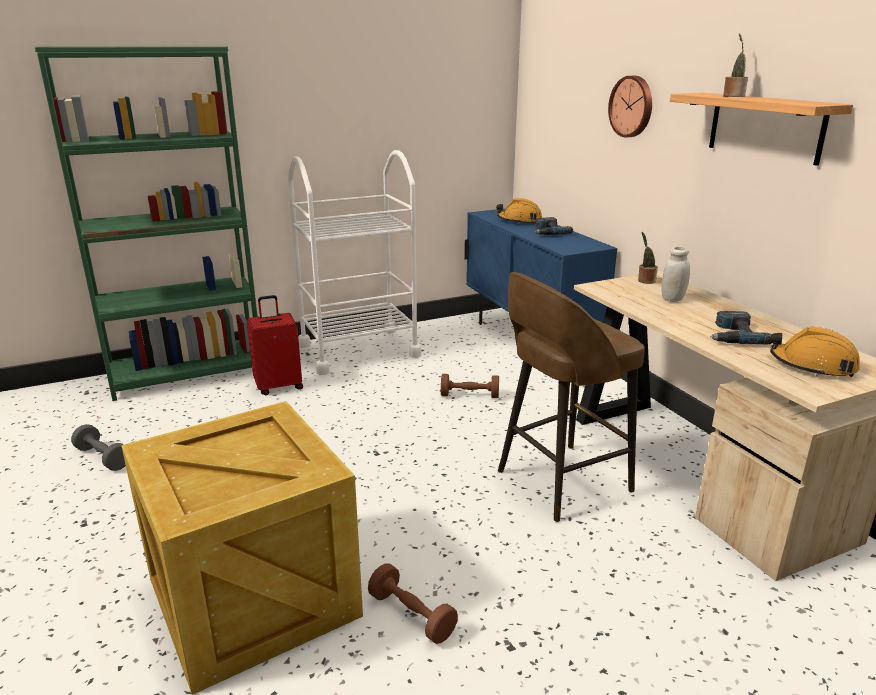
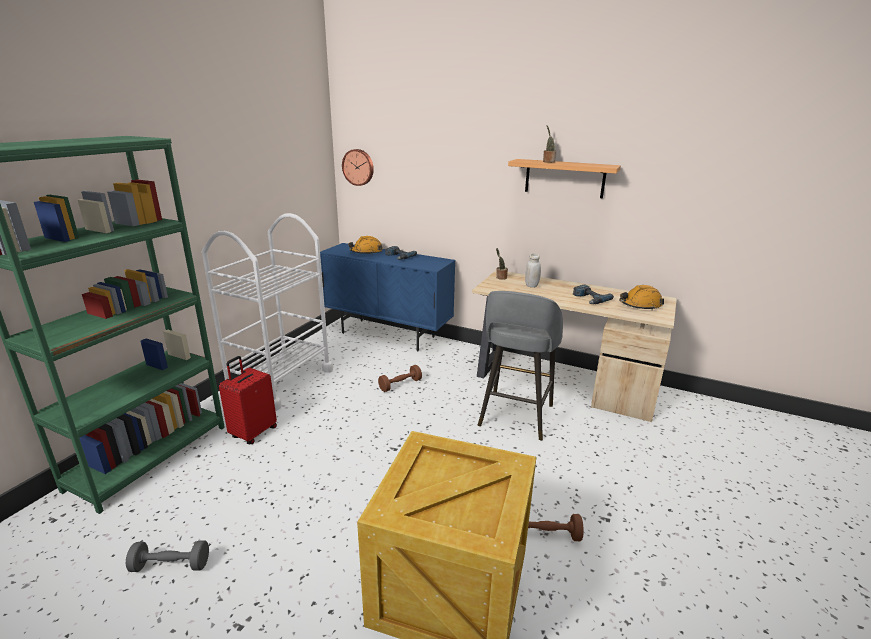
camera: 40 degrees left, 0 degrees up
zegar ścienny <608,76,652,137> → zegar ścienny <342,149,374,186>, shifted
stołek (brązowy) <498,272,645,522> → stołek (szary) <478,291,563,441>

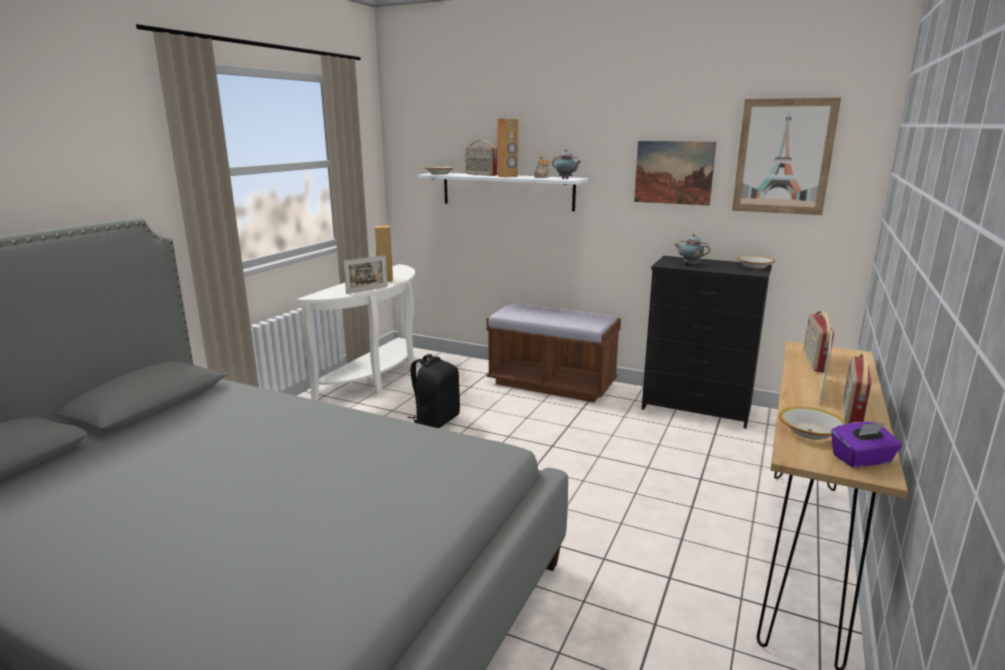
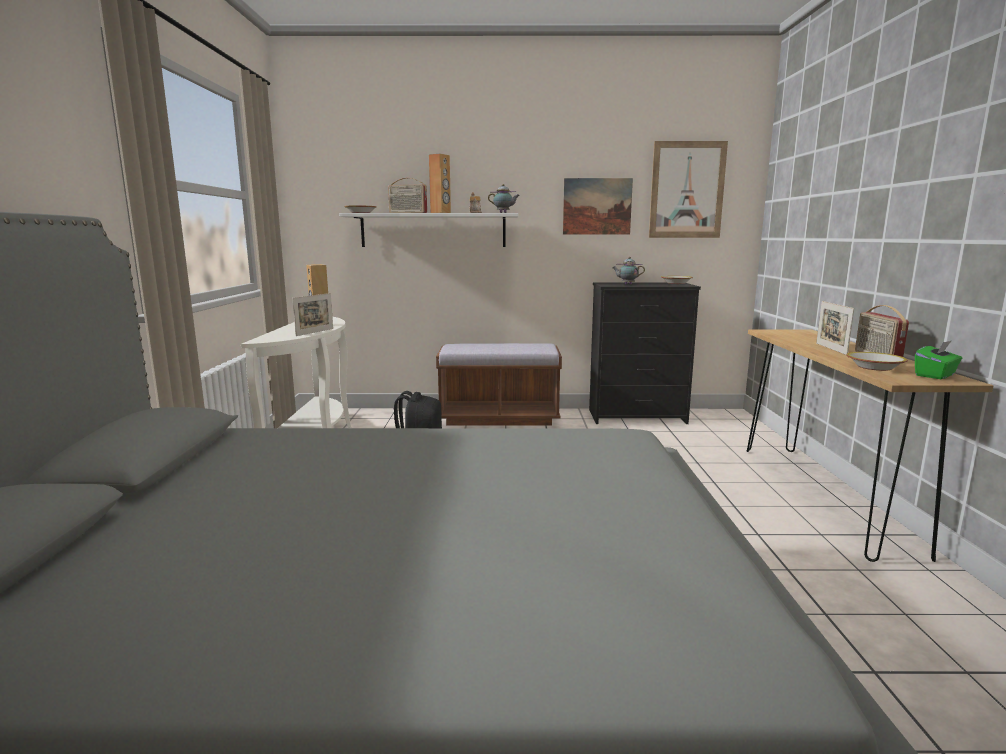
camera: 25 degrees left, 5 degrees down
radio <804,311,834,372> → -
pudełko chusteczek (fioletowy) <831,422,902,467> → pudełko chusteczek (zielony) <915,340,962,379>

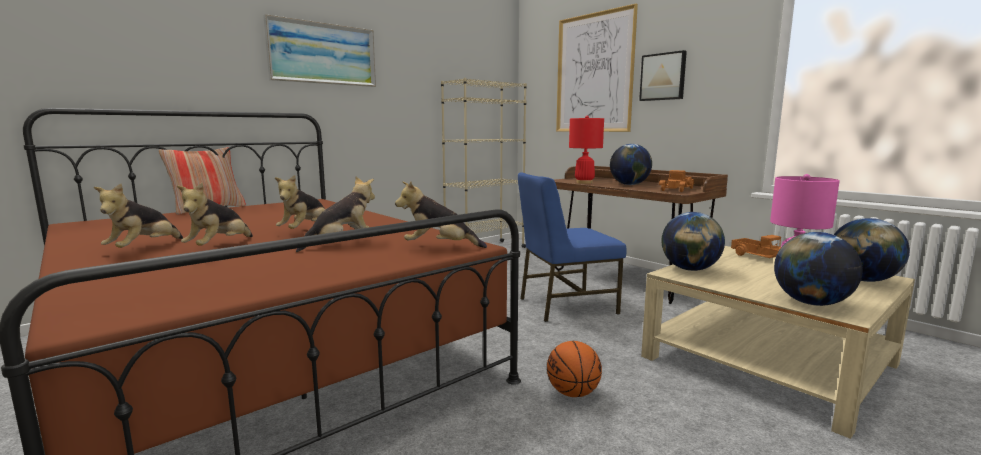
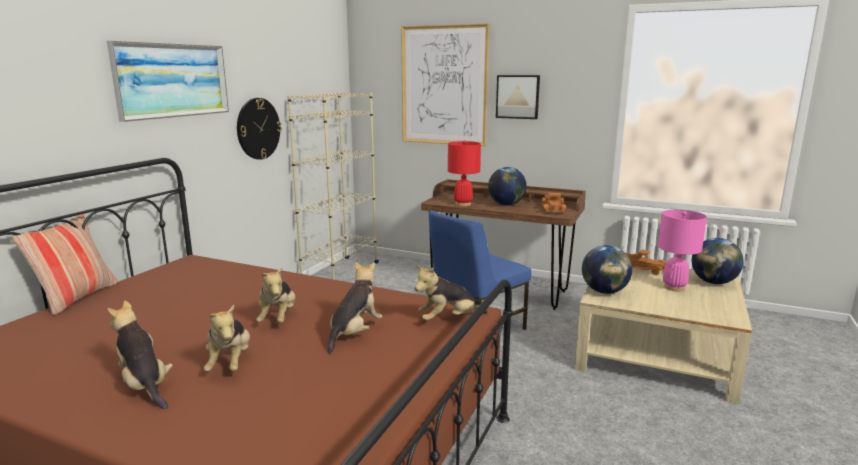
camera: 25 degrees left, 5 degrees up
piłka do koszykówki <547,341,602,397> → -
globus <774,232,863,306> → -
- → zegar ścienny <237,98,282,160>
pluszak <94,184,183,248> → pluszak <108,301,173,409>, 150 degrees clockwise

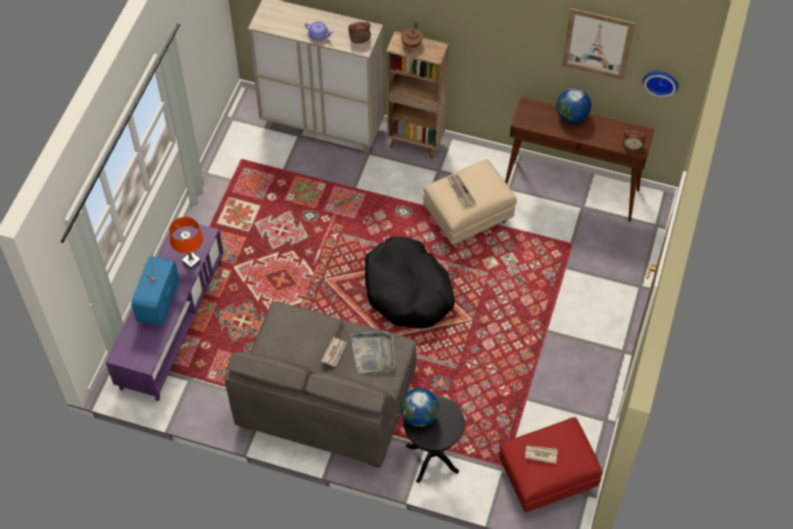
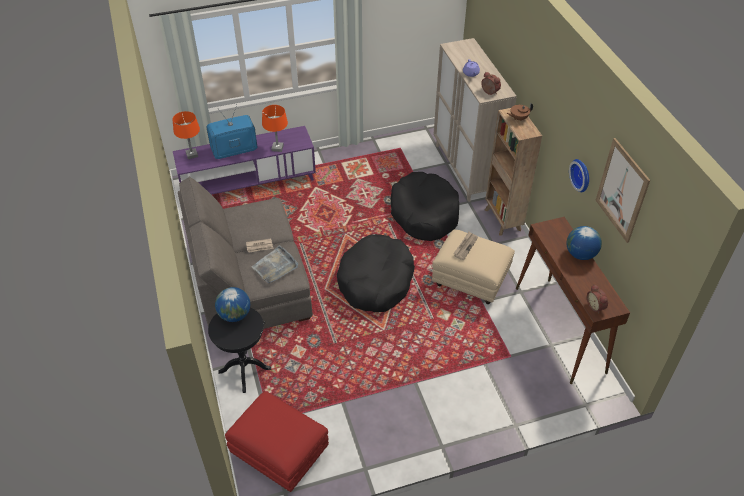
camera: 55 degrees right, 10 degrees down
gazeta <525,446,558,464> → -
- → lampa stołowa (pomarańczowy) <173,111,200,159>
- → legowisko (czarny) <391,172,459,241>
zegar ścienny <643,71,678,98> → zegar ścienny <569,159,589,192>, shifted

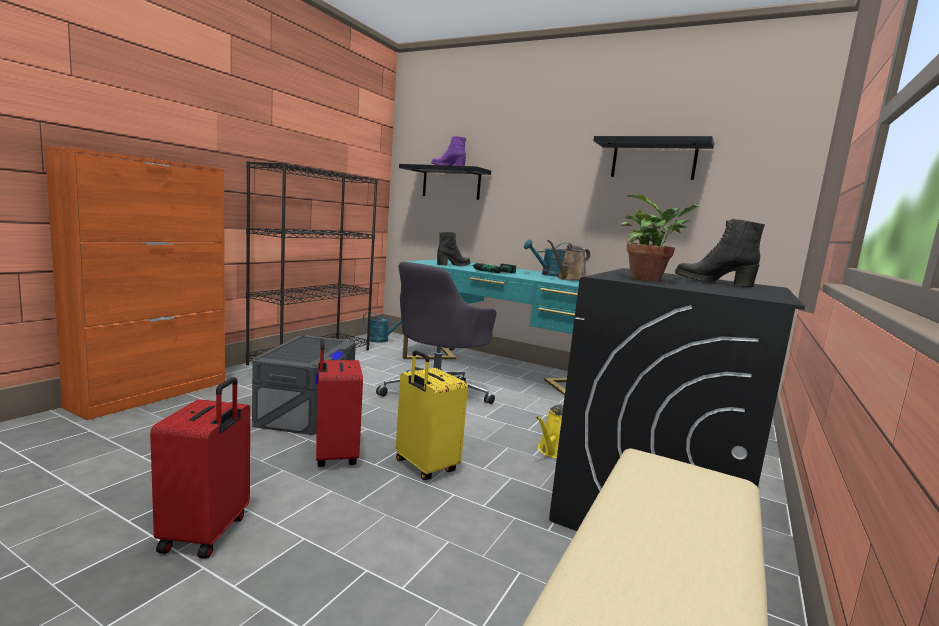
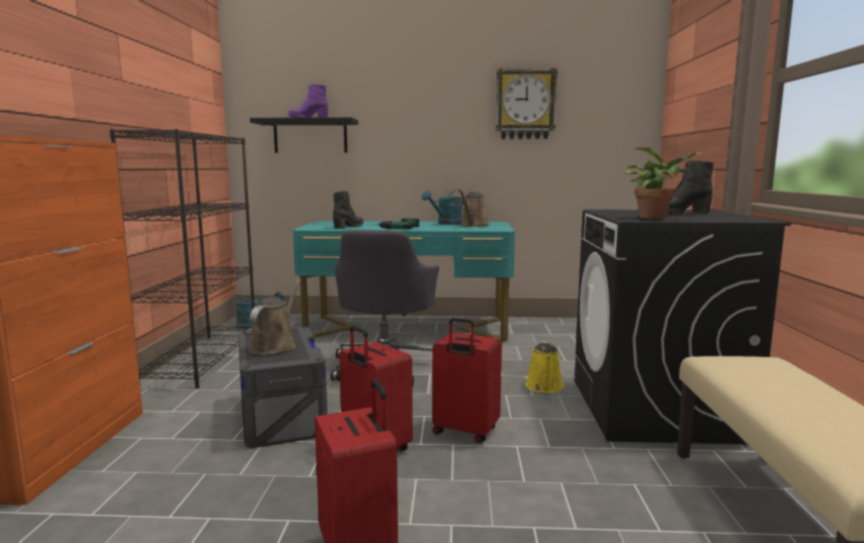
camera: 25 degrees left, 0 degrees up
- → konewka (brązowy) <249,279,301,354>
półka (czarny) <594,136,714,180> → zegar ścienny <495,68,558,139>
walizka (żółty) <396,350,468,480> → walizka (czerwony) <433,317,502,443>

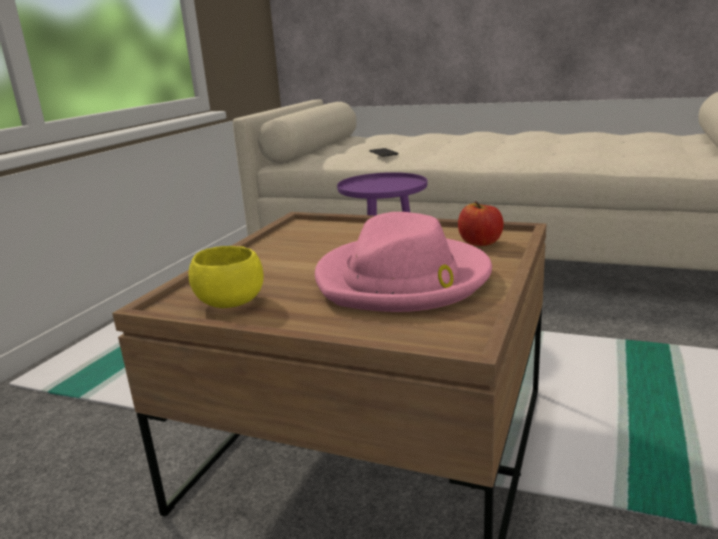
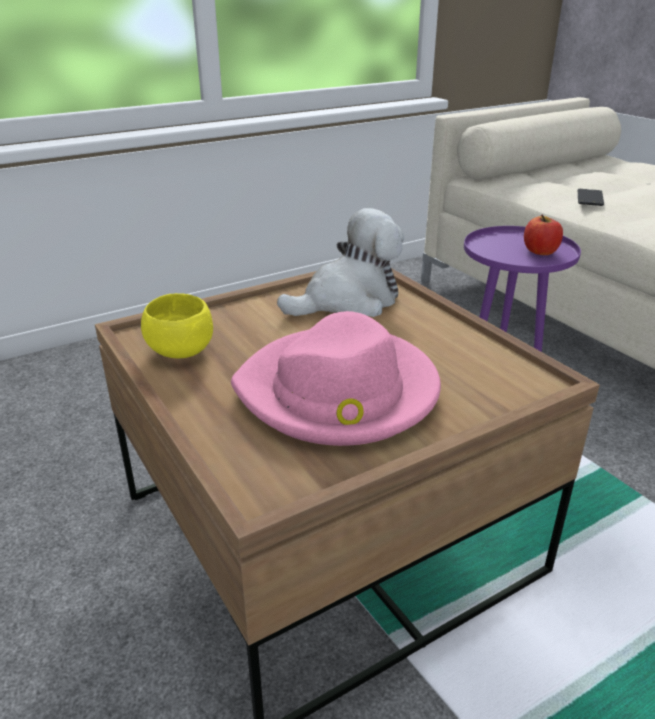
camera: 35 degrees right, 10 degrees up
- → pluszak <277,208,404,317>
jabłko <458,201,504,246> → jabłko <524,215,563,255>, shifted

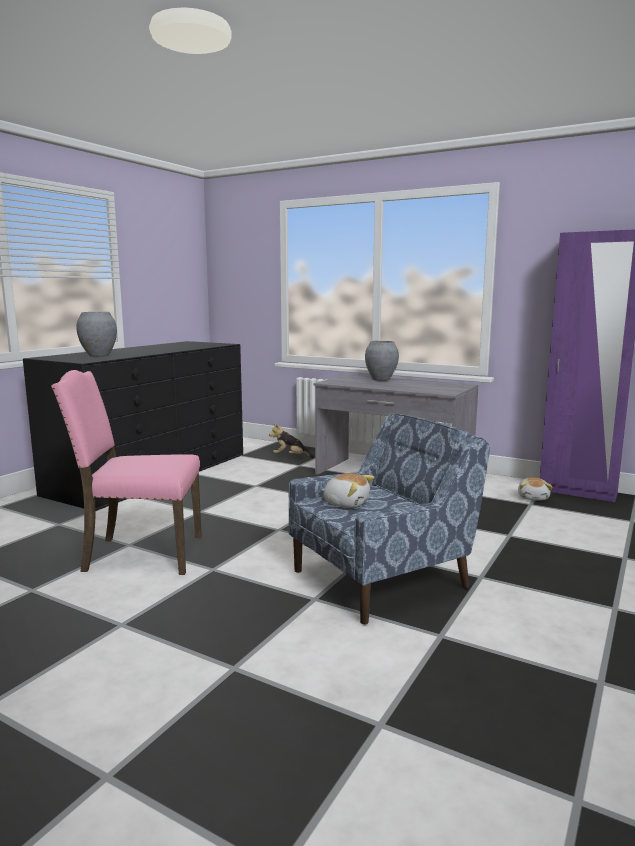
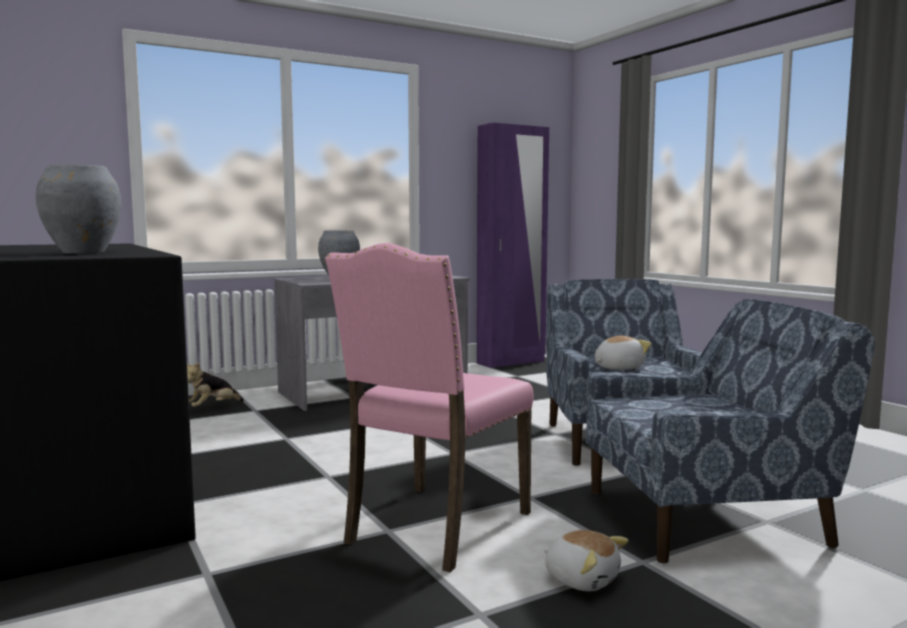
camera: 60 degrees left, 5 degrees down
- → fotel (niebieski) <586,299,875,563>
pluszak <518,477,553,501> → pluszak <544,530,628,591>, shifted

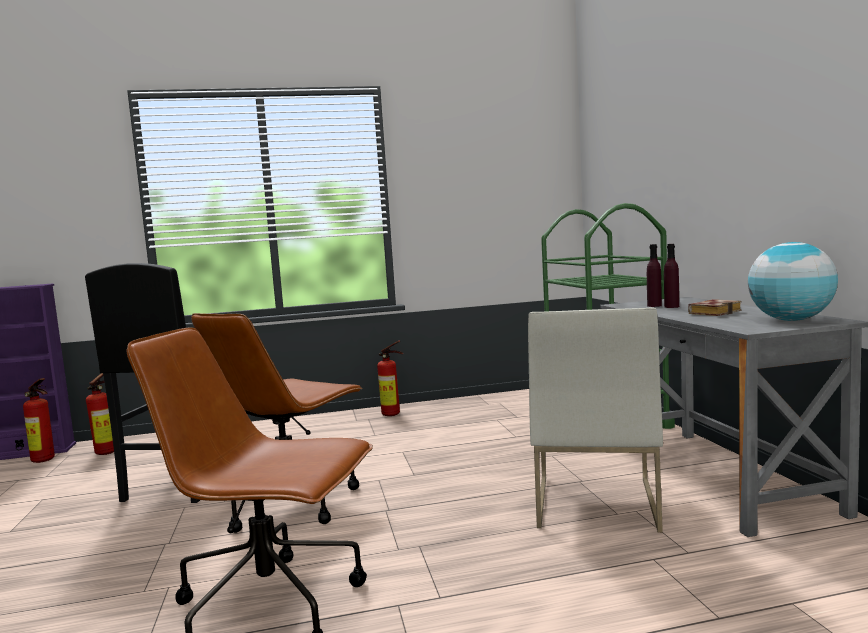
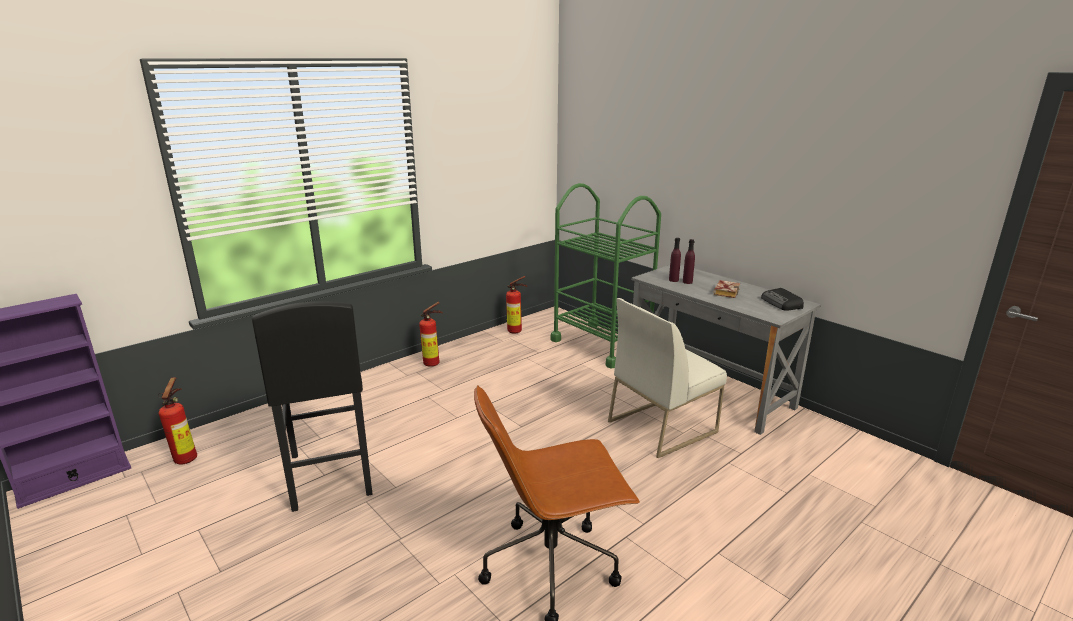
camera: 30 degrees left, 15 degrees up
krzesło biurowe (brązowy) <191,313,363,533> → -
gaśnica <23,378,55,463> → gaśnica <506,276,527,334>, shifted
globus <748,242,838,321> → radio <761,288,804,311>
krzesło (biały) <528,307,663,533> → krzesło (biały) <608,298,727,458>, 75 degrees clockwise

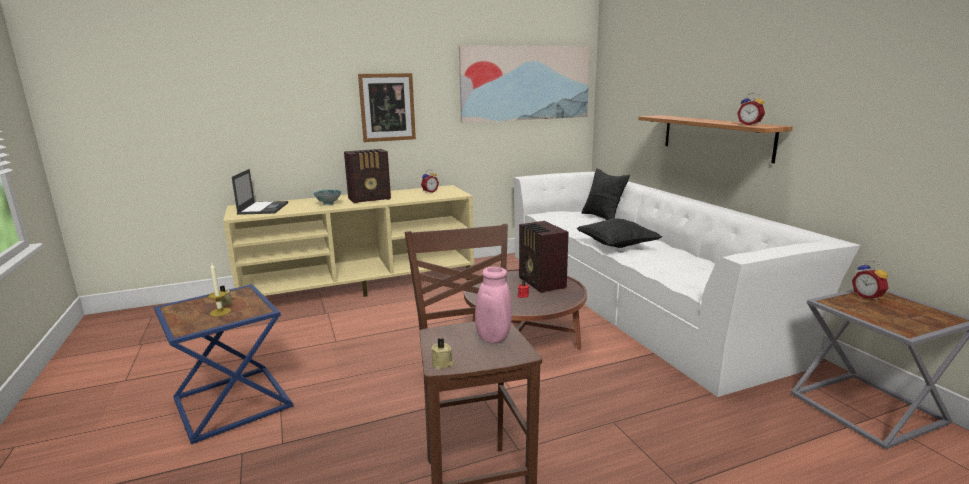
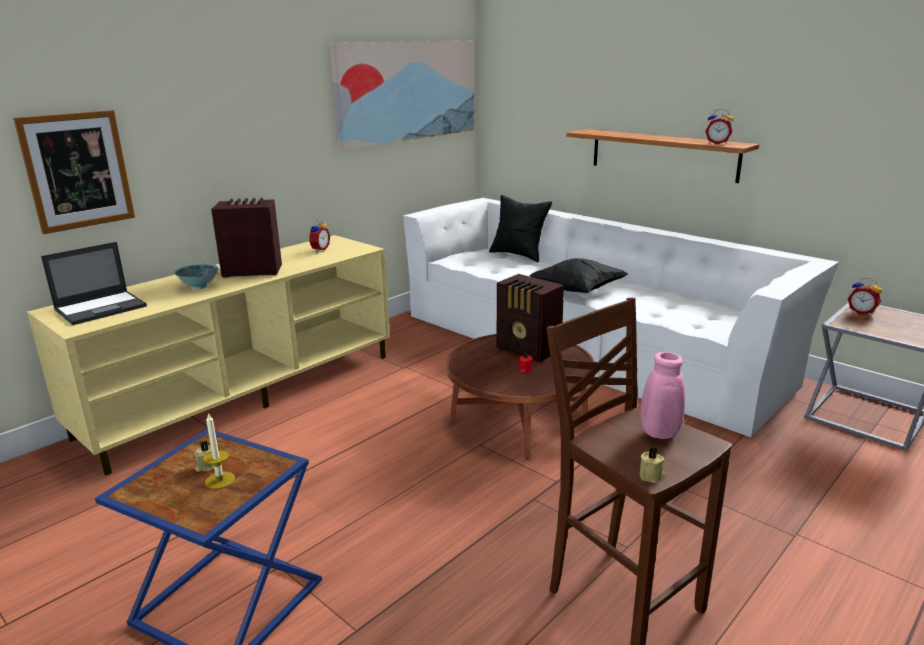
camera: 25 degrees left, 5 degrees up
obraz <358,73,416,142> → obraz <13,110,135,234>, shifted
laptop <232,169,288,215> → laptop <41,242,147,325>, 75 degrees clockwise
radio <344,149,391,203> → radio <211,198,282,278>, 135 degrees counterclockwise

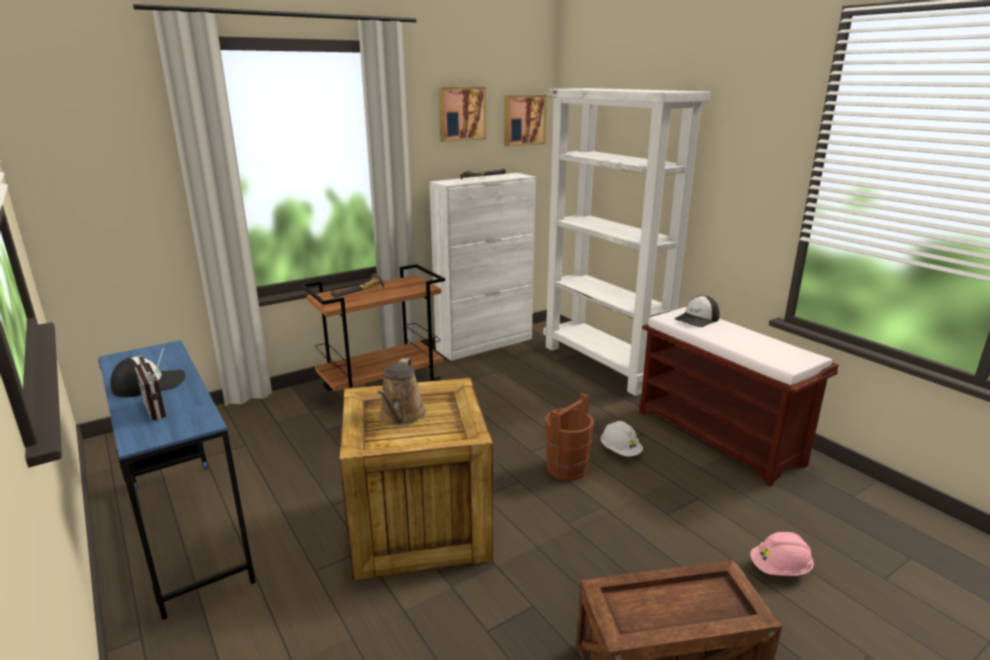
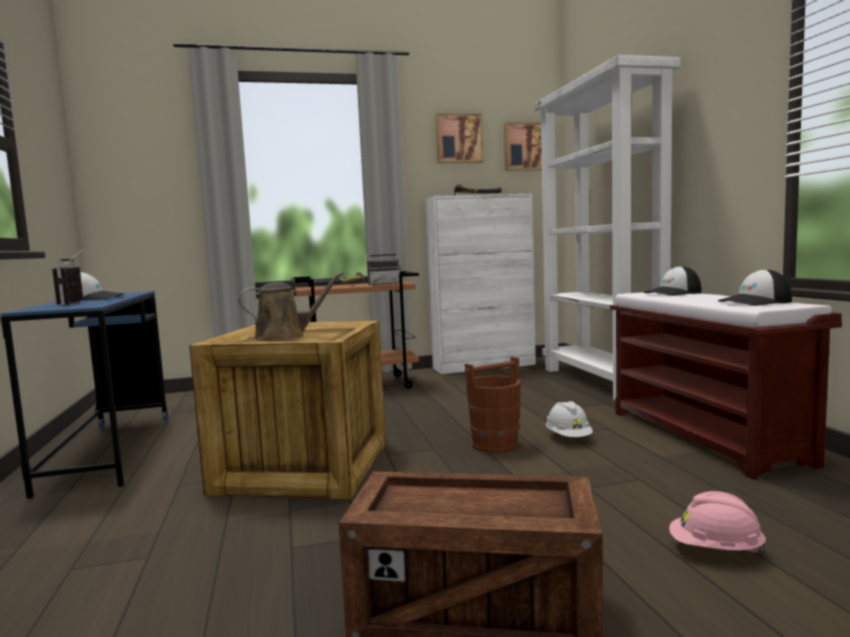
camera: 20 degrees right, 15 degrees down
- → radio <367,247,401,285>
- → czapka z daszkiem <718,269,792,306>
konewka (brązowy) <378,358,426,426> → konewka (brązowy) <239,272,344,341>, 135 degrees counterclockwise

